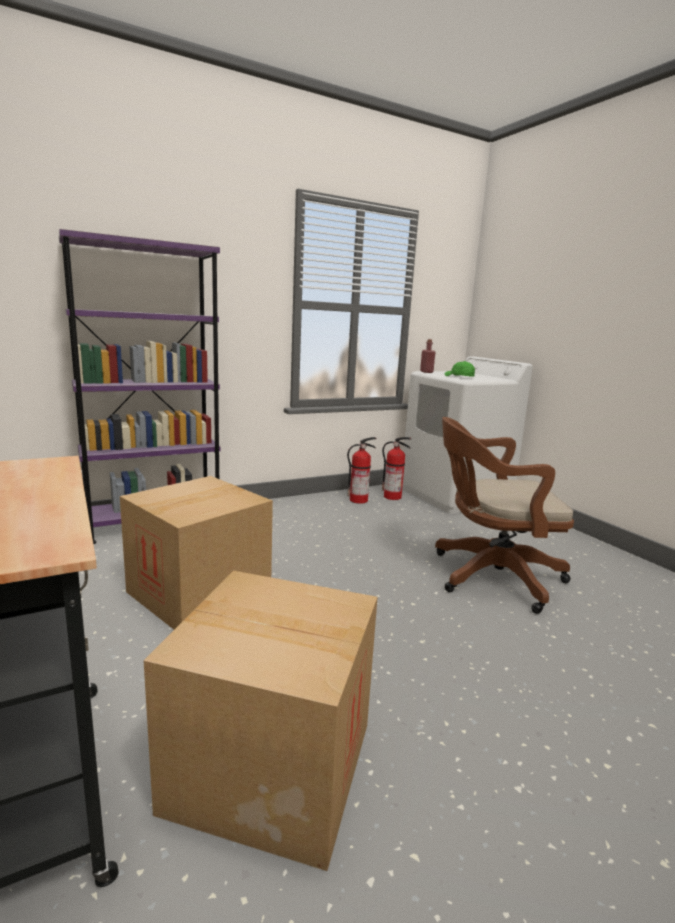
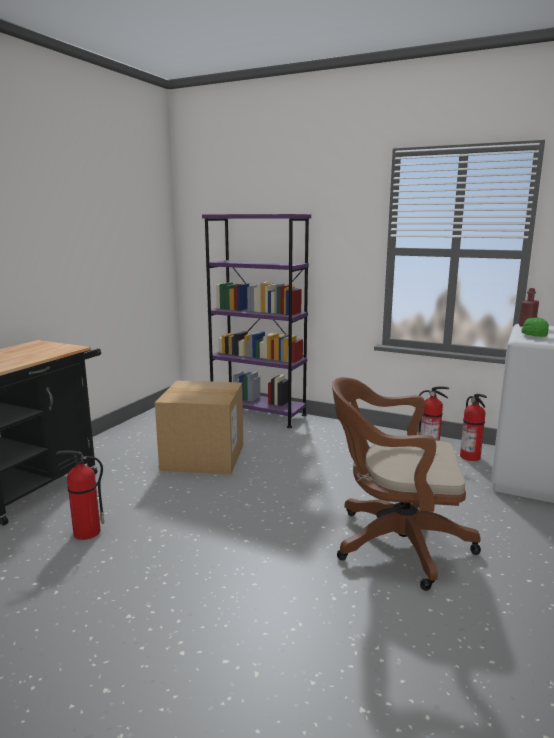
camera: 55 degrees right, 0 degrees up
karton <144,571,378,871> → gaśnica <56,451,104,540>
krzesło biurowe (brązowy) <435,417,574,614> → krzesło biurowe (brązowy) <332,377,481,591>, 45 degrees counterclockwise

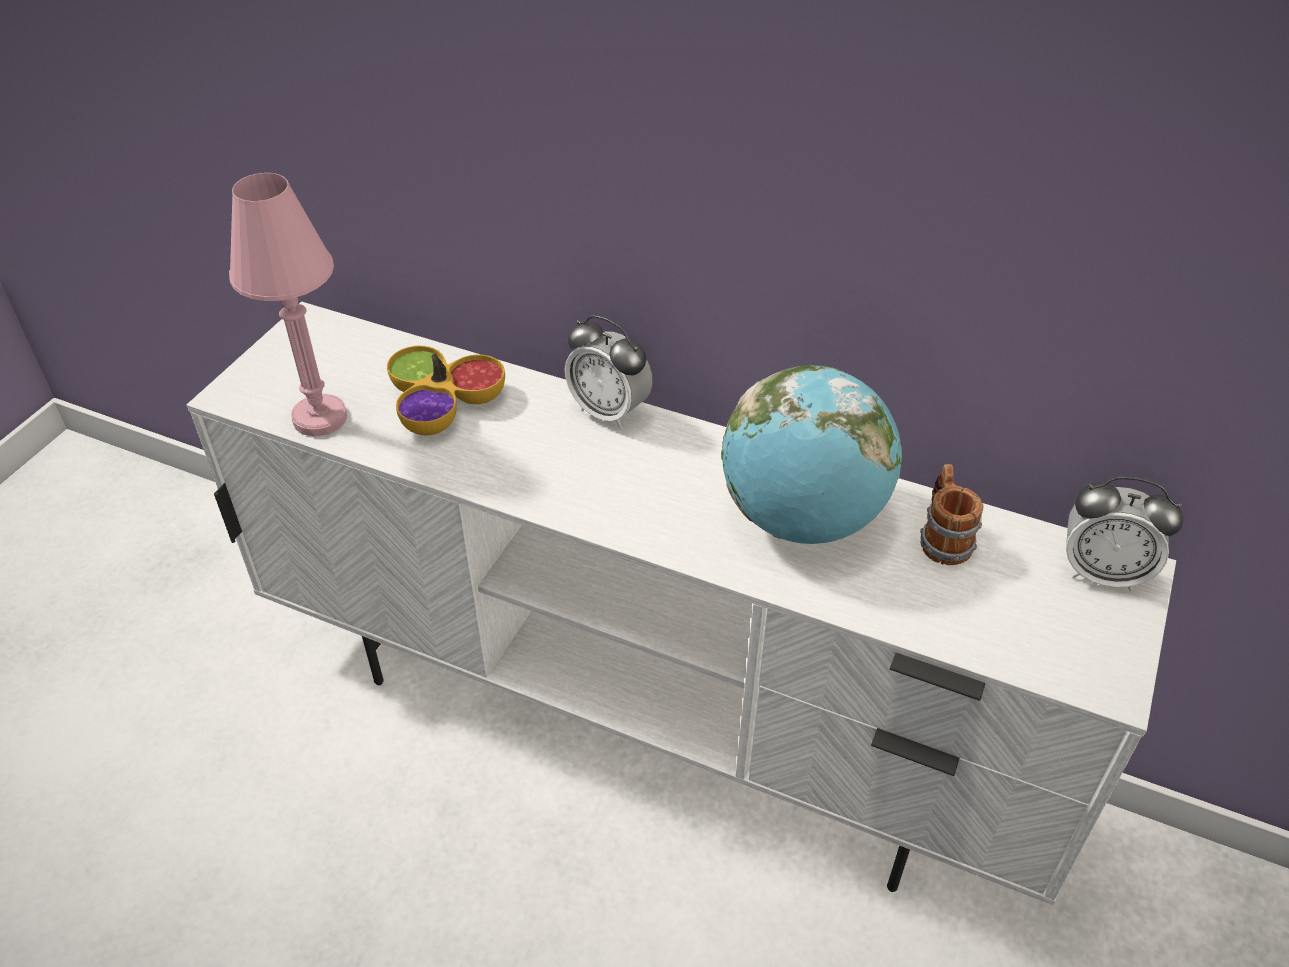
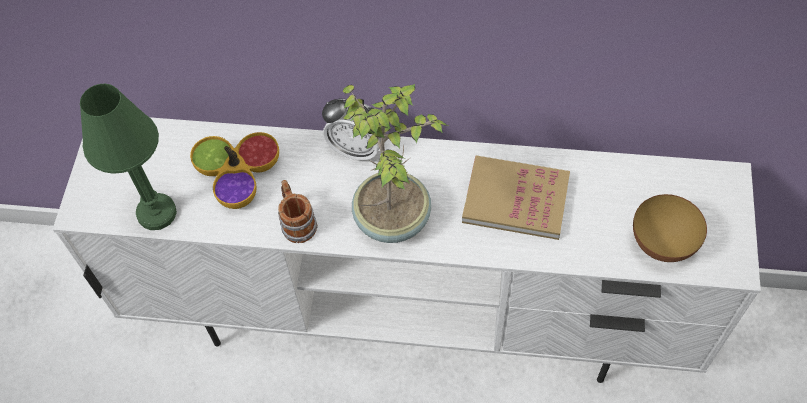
camera: 15 degrees left, 15 degrees up
budzik <1066,476,1184,591> → -
- → roślina doniczkowa <343,84,448,243>
- → miska <633,194,707,262>
kubek <920,464,983,565> → kubek <278,180,318,243>, shifted
globus <721,365,902,544> → książka <462,156,570,240>
lampa stołowa (różowy) <229,173,347,437> → lampa stołowa (zielony) <80,84,177,230>

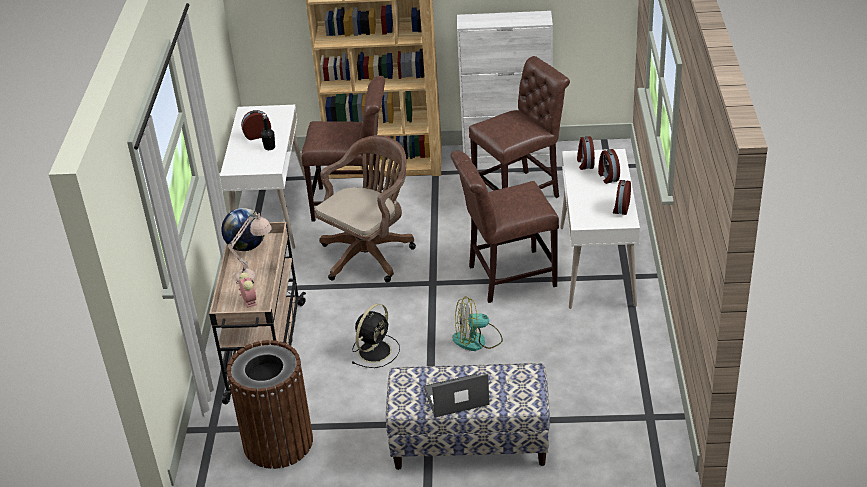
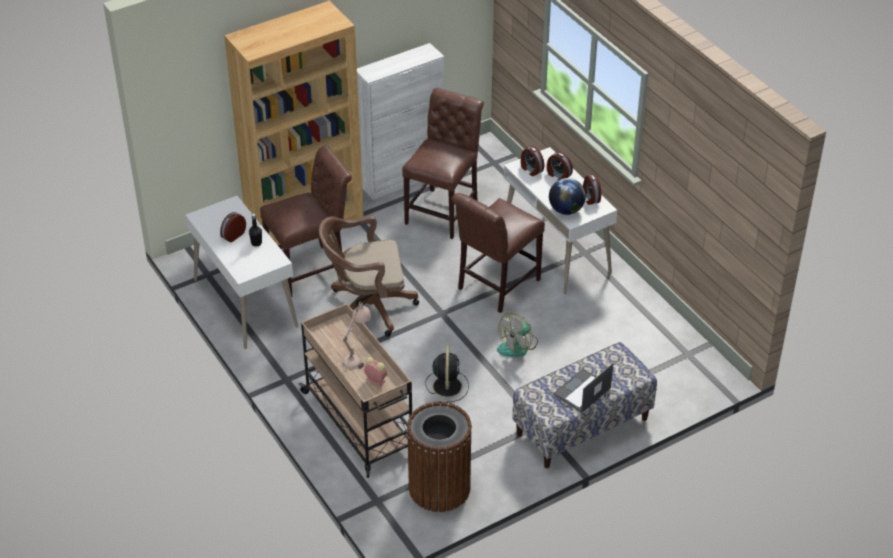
camera: 35 degrees left, 5 degrees up
globus <221,208,264,251> → globus <549,178,586,215>, shifted
krzesło biurowe (brązowy) <315,135,416,283> → krzesło biurowe (brązowy) <319,216,419,337>, 105 degrees counterclockwise

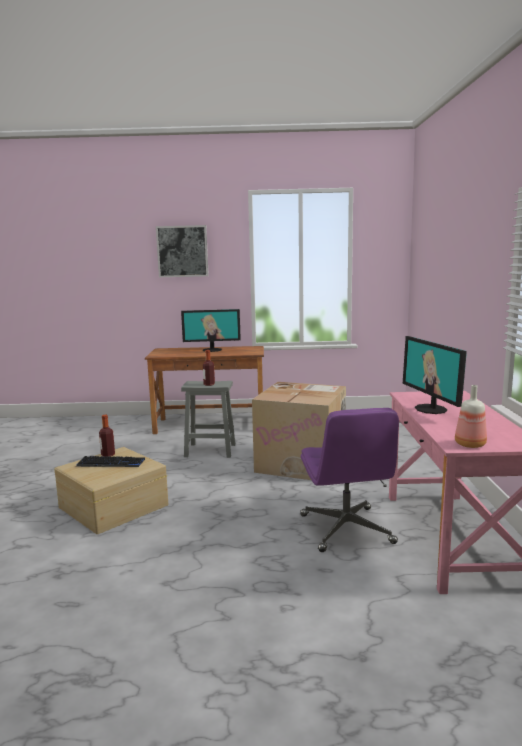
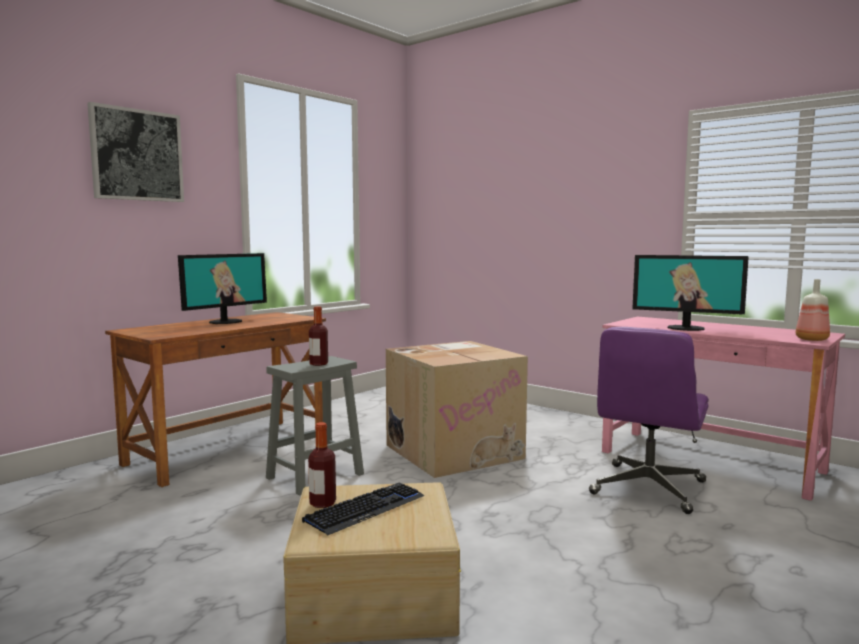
camera: 50 degrees left, 5 degrees down
krzesło biurowe (fioletowy) <300,408,399,552> → krzesło biurowe (fioletowy) <589,327,709,514>, 90 degrees clockwise

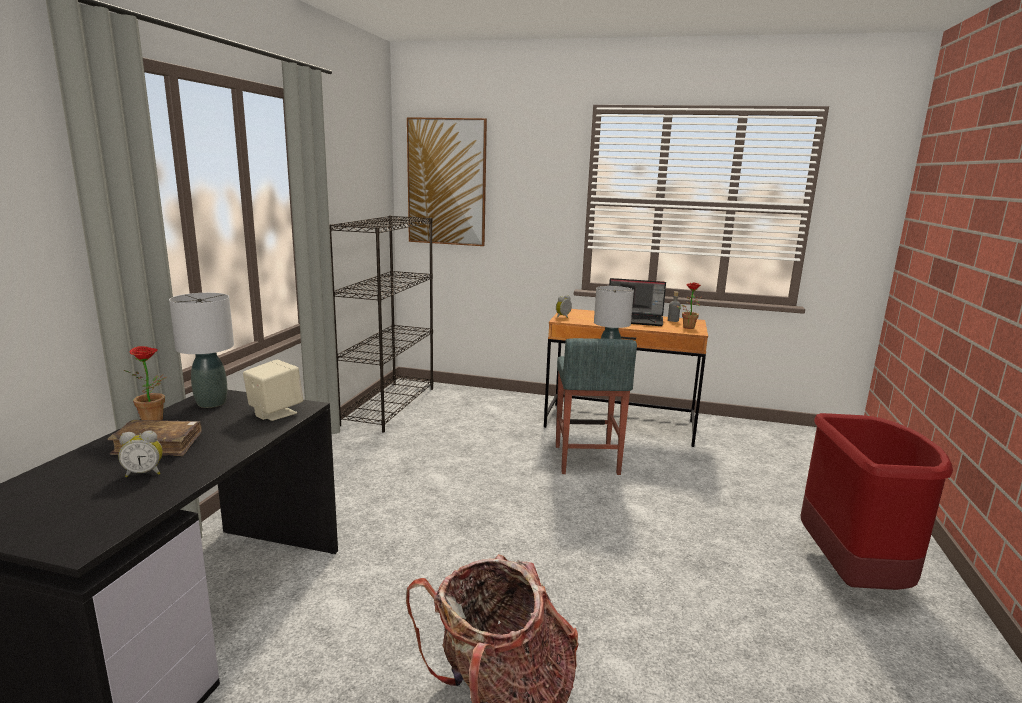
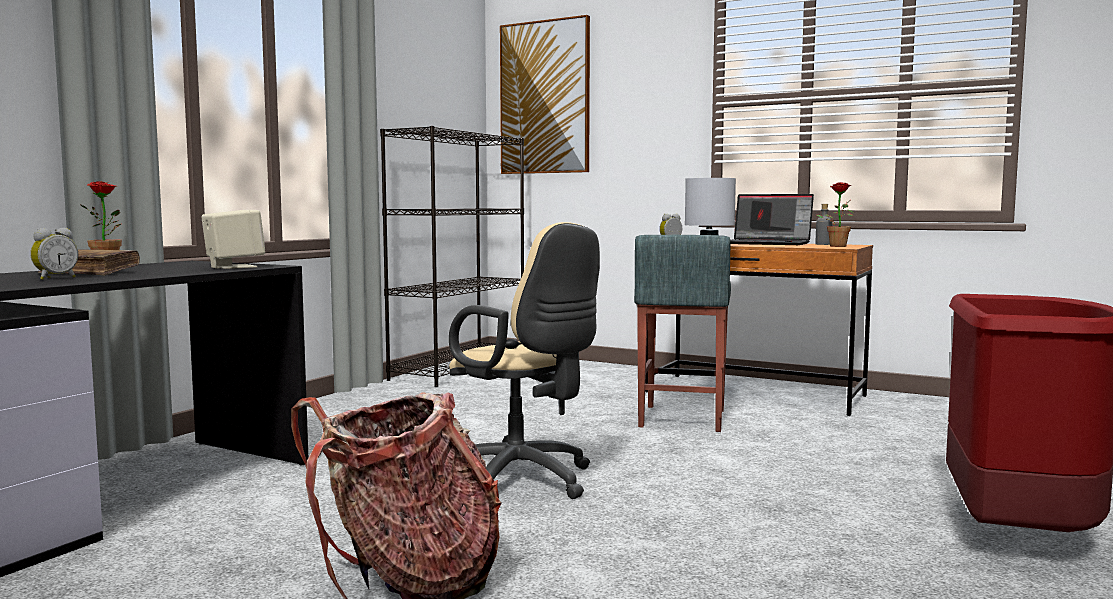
camera: 15 degrees right, 10 degrees down
lampa stołowa (szary) <169,293,234,408> → -
- → krzesło biurowe (beżowy) <449,222,600,499>
budzik <118,430,163,477> → budzik <30,228,78,280>, 60 degrees counterclockwise

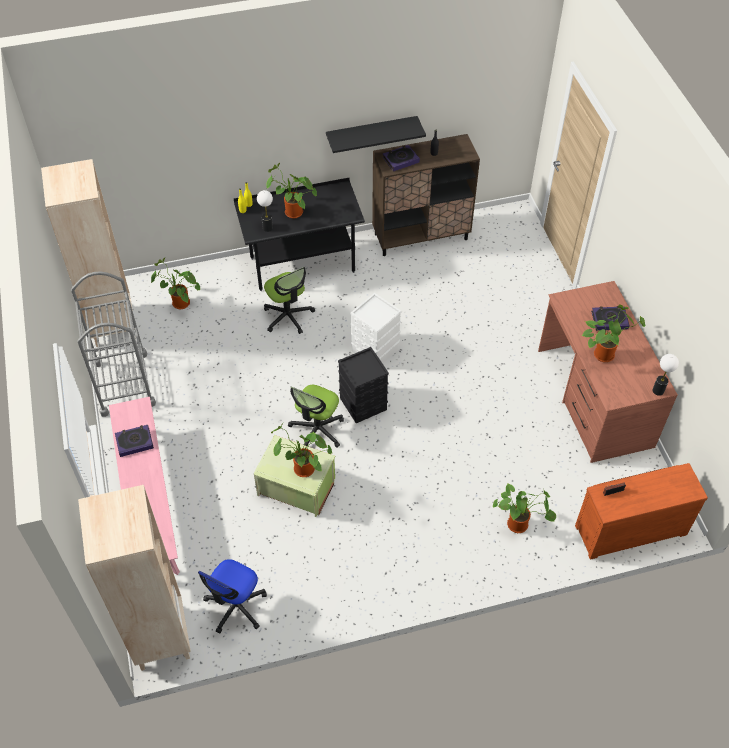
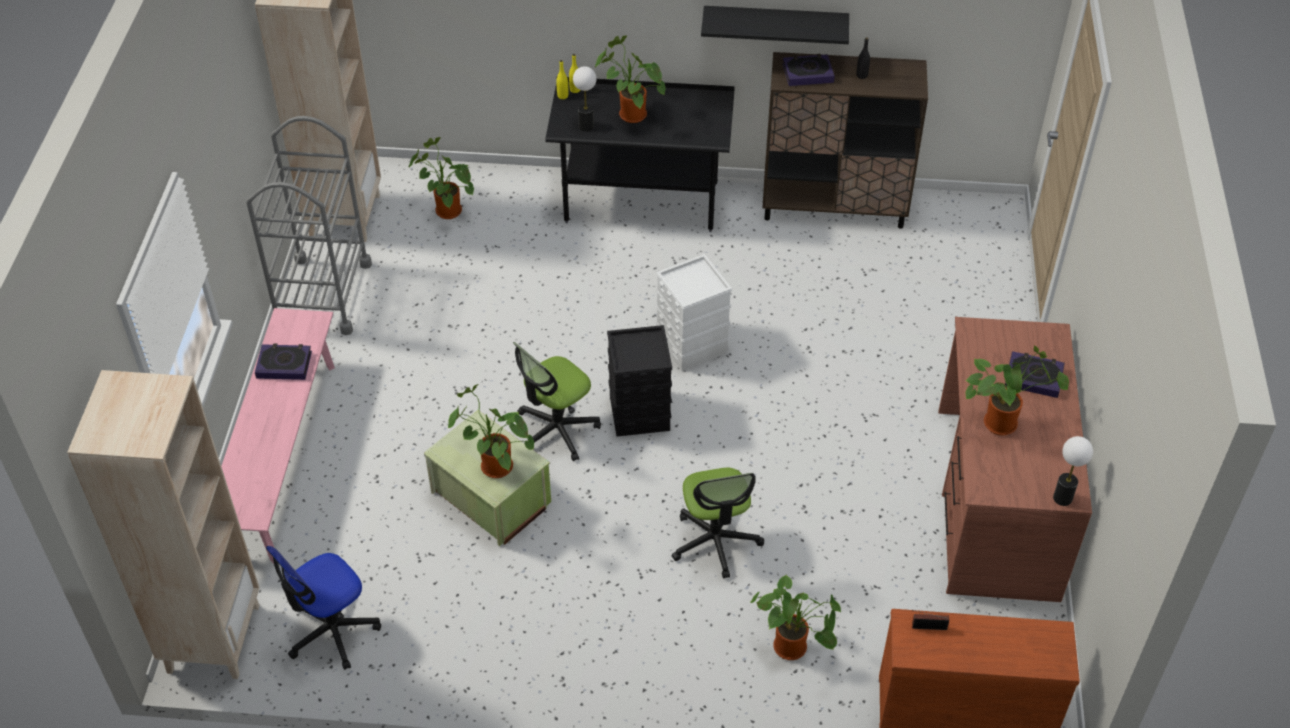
camera: 20 degrees right, 5 degrees down
krzesło biurowe <264,267,315,334> → krzesło biurowe <671,468,764,579>, shifted

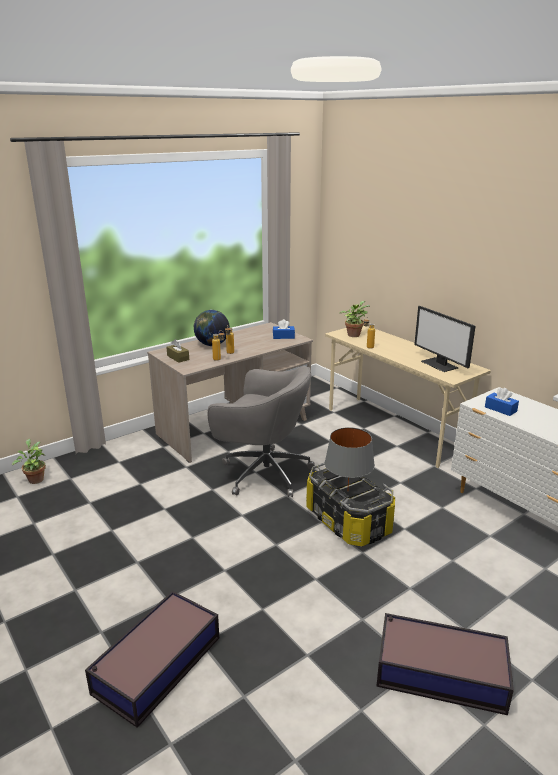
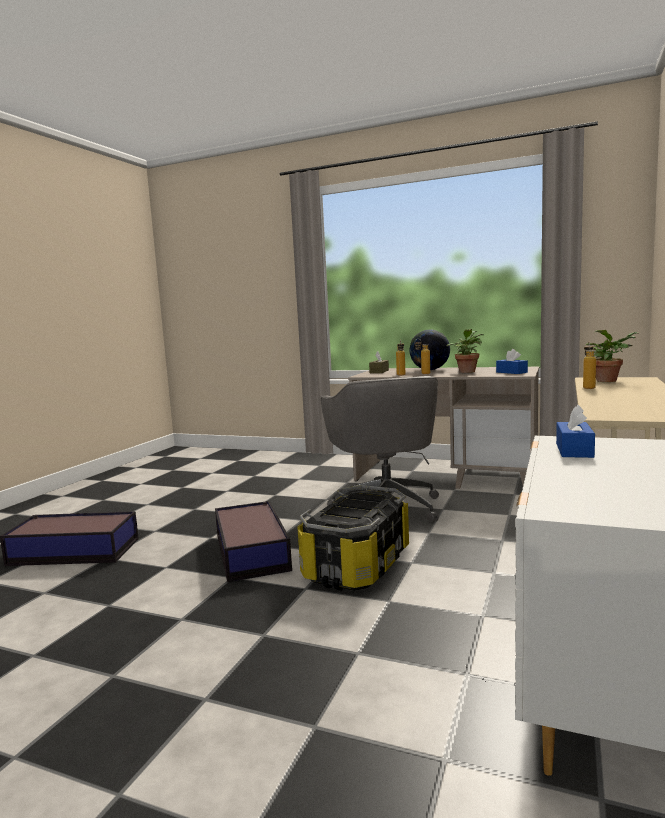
camera: 60 degrees right, 15 degrees down
lampa stołowa (szary) <324,427,375,489> → -
monitor <414,306,476,372> → -
roślina doniczkowa <12,439,46,484> → roślina doniczkowa <446,329,484,373>, shifted
pojemnik do przechowywania <376,613,514,715> → pojemnik do przechowywania <215,501,292,582>, shifted

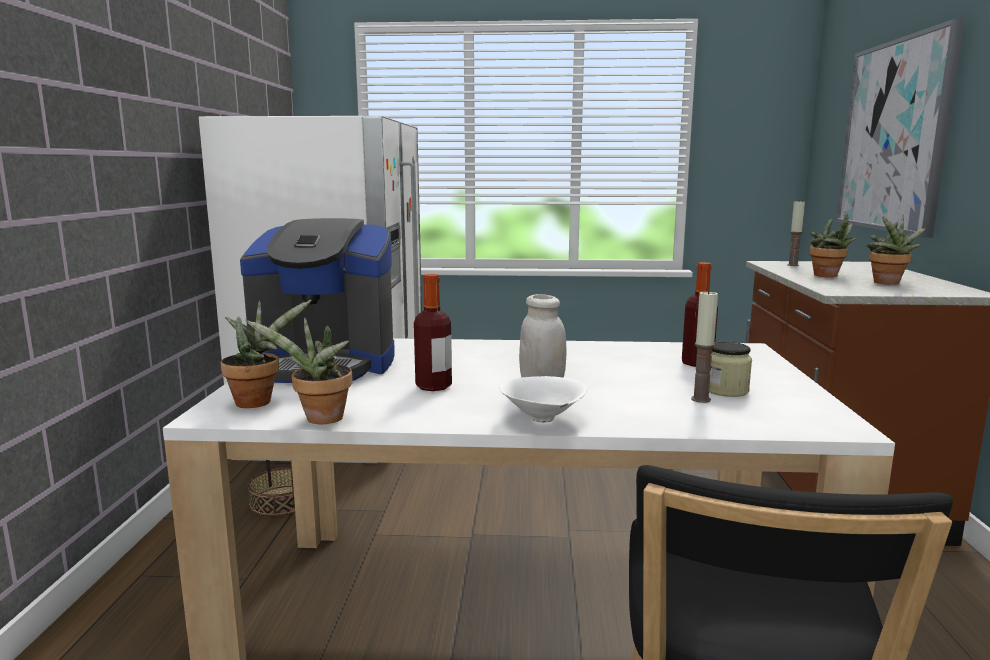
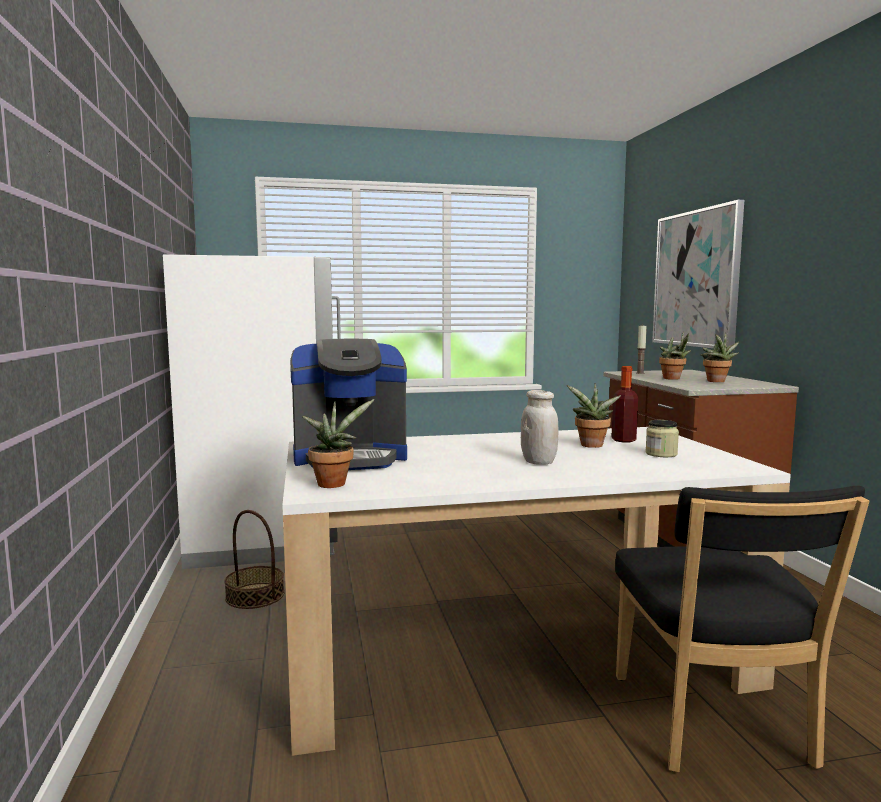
camera: 15 degrees left, 5 degrees down
butelka <414,274,452,391> → -
miska (biały) <500,376,587,423> → -
świeca <691,290,718,403> → -
roślina doniczkowa <246,318,352,424> → roślina doniczkowa <567,383,621,448>, shifted

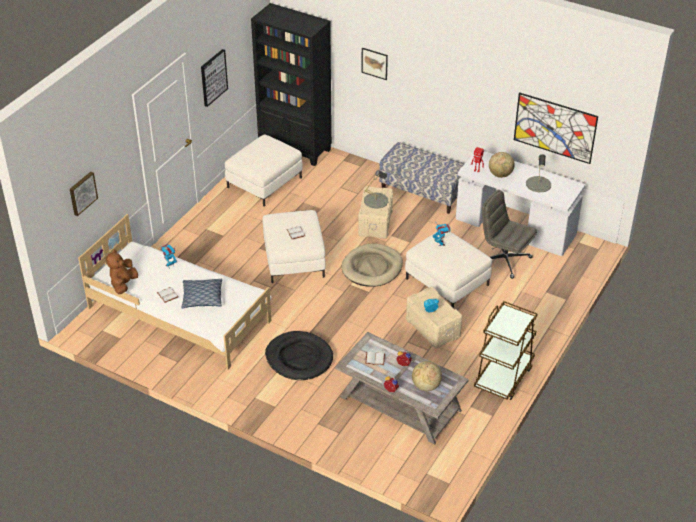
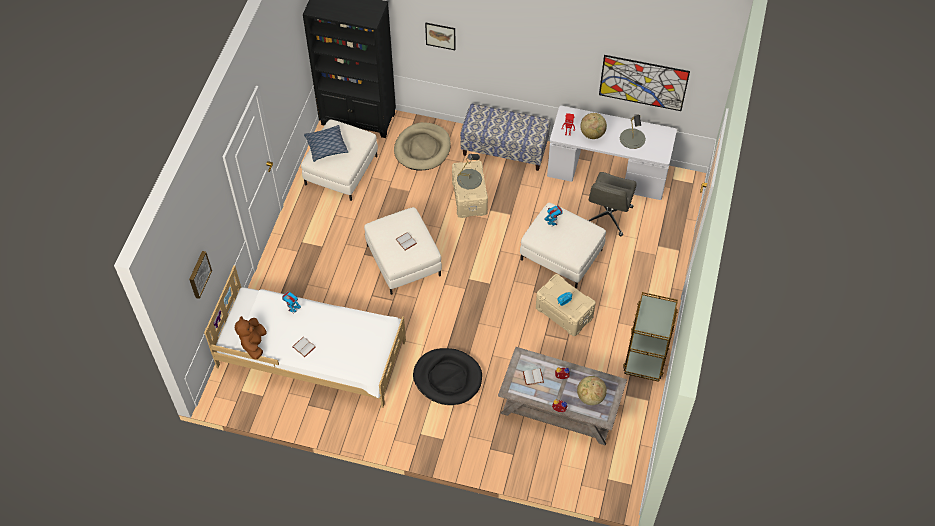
camera: 15 degrees left, 15 degrees up
obraz <201,49,228,107> → -
poduszka <181,279,222,309> → poduszka <304,125,349,162>, shifted
legowisko (beżowy) <342,244,403,287> → legowisko (beżowy) <394,122,451,170>, shifted
krzesło biurowe (szary) <482,190,537,279> → krzesło biurowe (szary) <588,172,637,236>, 90 degrees counterclockwise

